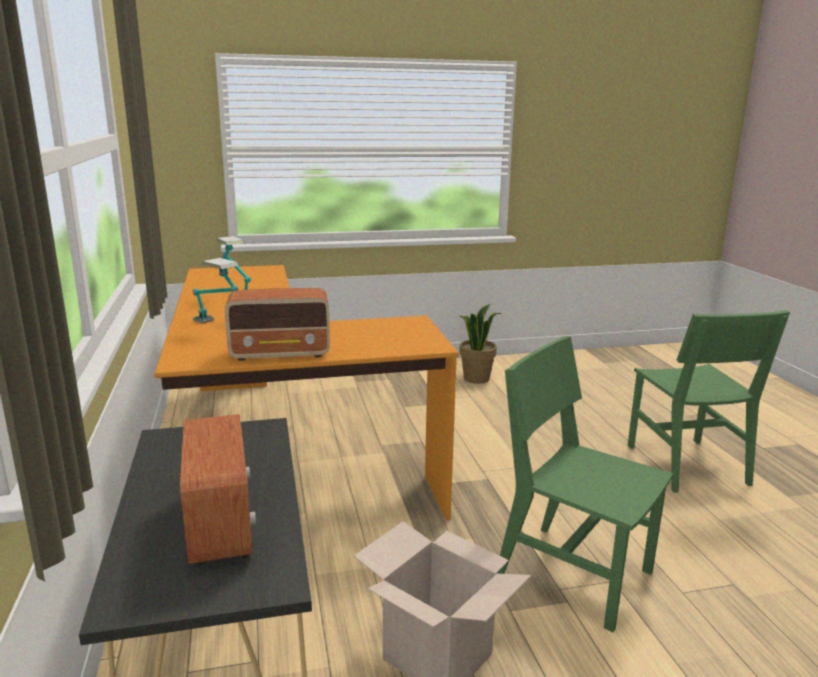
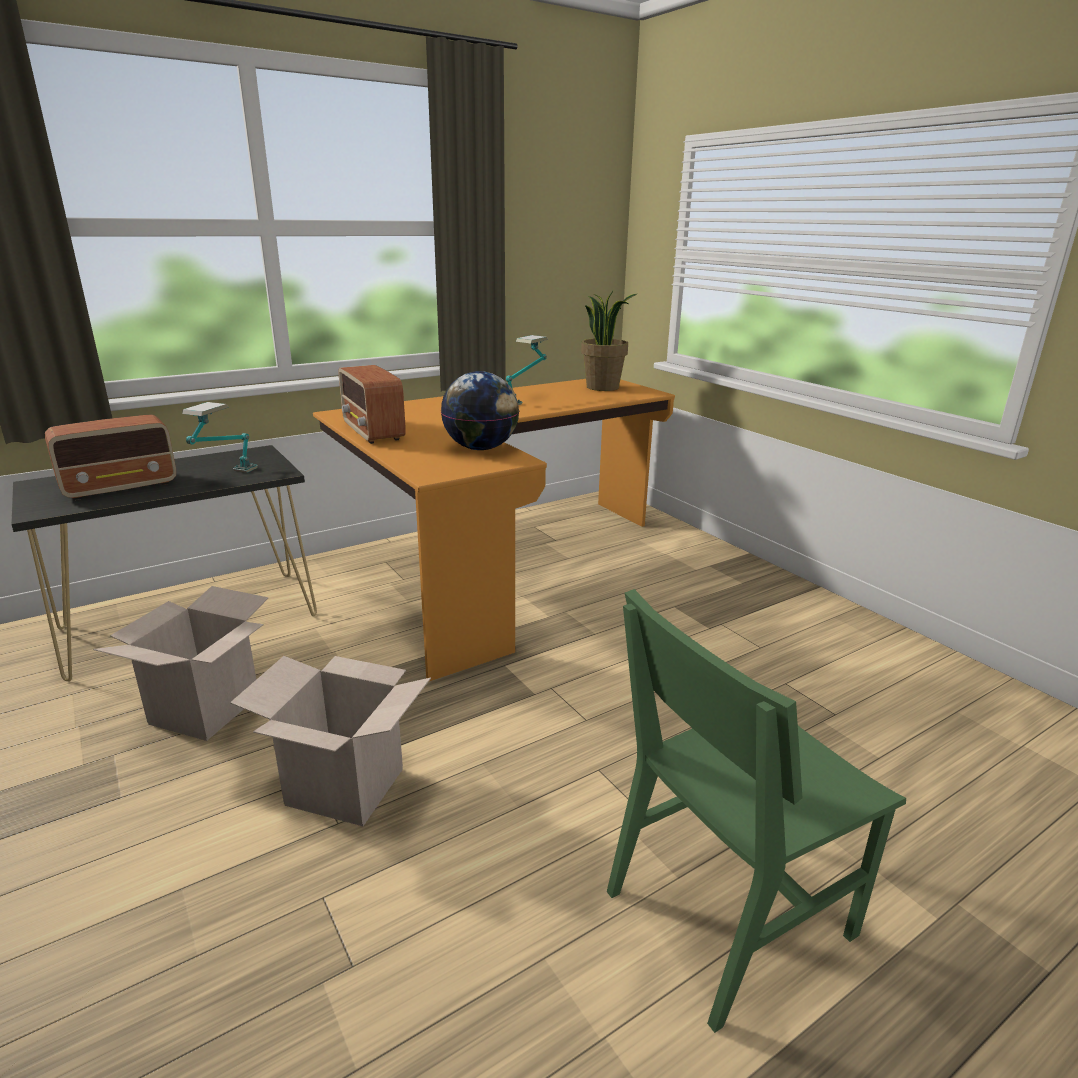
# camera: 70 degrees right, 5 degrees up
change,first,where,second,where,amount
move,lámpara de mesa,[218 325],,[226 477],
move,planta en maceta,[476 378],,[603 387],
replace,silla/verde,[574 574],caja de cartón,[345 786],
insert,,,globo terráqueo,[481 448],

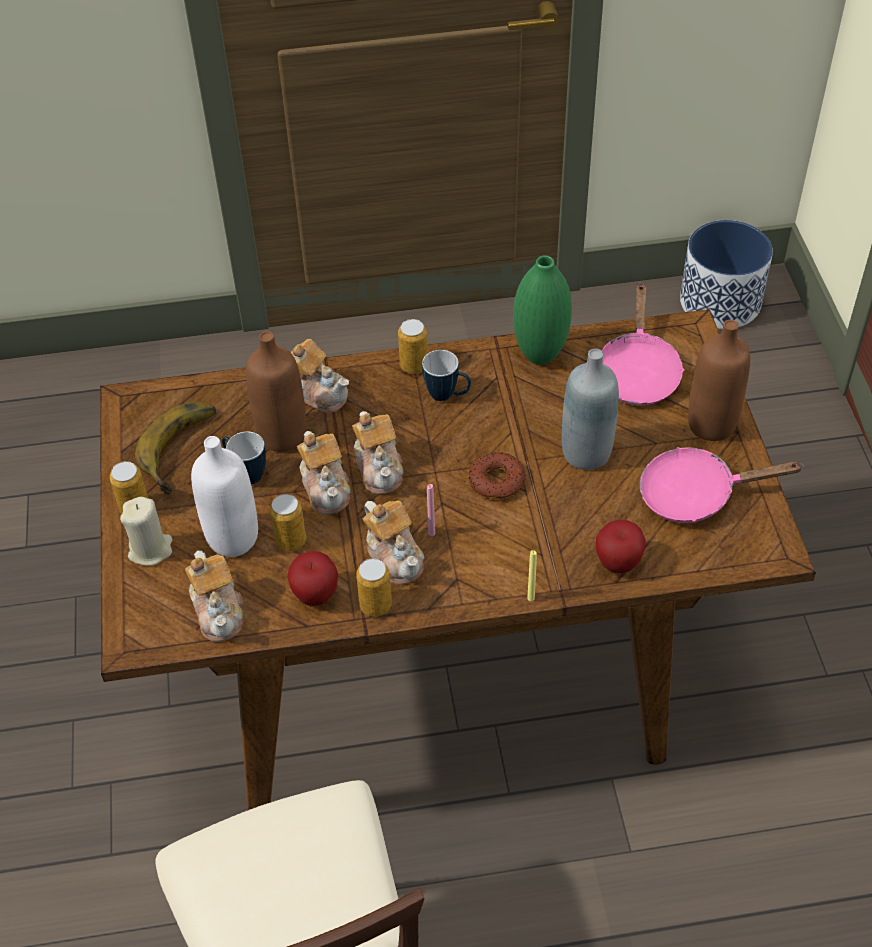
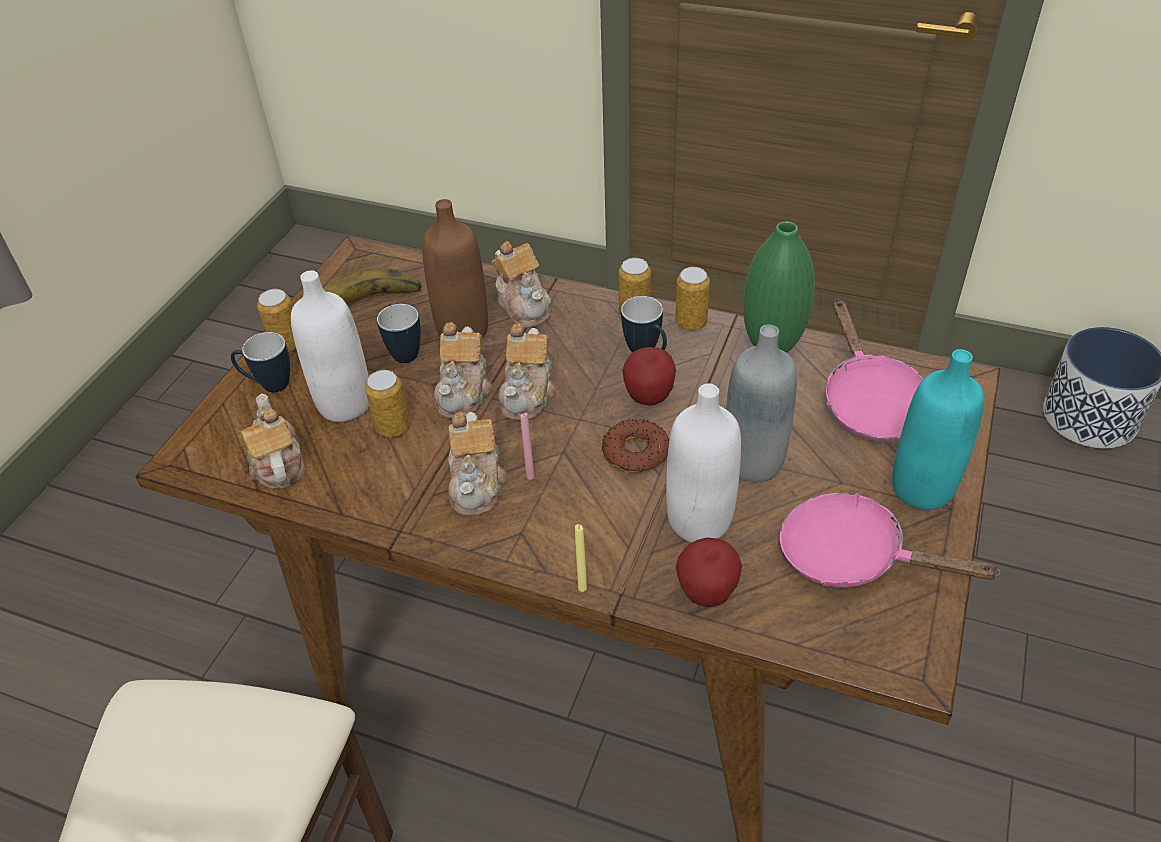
# camera: 30 degrees right, 5 degrees down
change,first,where,second,where,amount
rotate,sartén/rosa,[637 371],,[870 401],45 degrees counterclockwise
recolor,botella/marrón,[711 424],botella/turquesa,[922 488],
replace,vela/beis,[150 549],taza grande,[268 385],
rotate,tetera,[219 610],,[277 464],150 degrees clockwise
move,manzana,[315 595],,[649 398],
move,lata,[375 605],,[691 323],
insert,,,botella/blanco,[699 521],

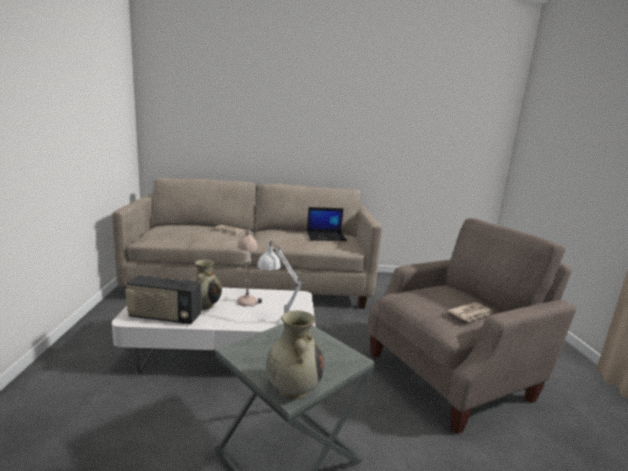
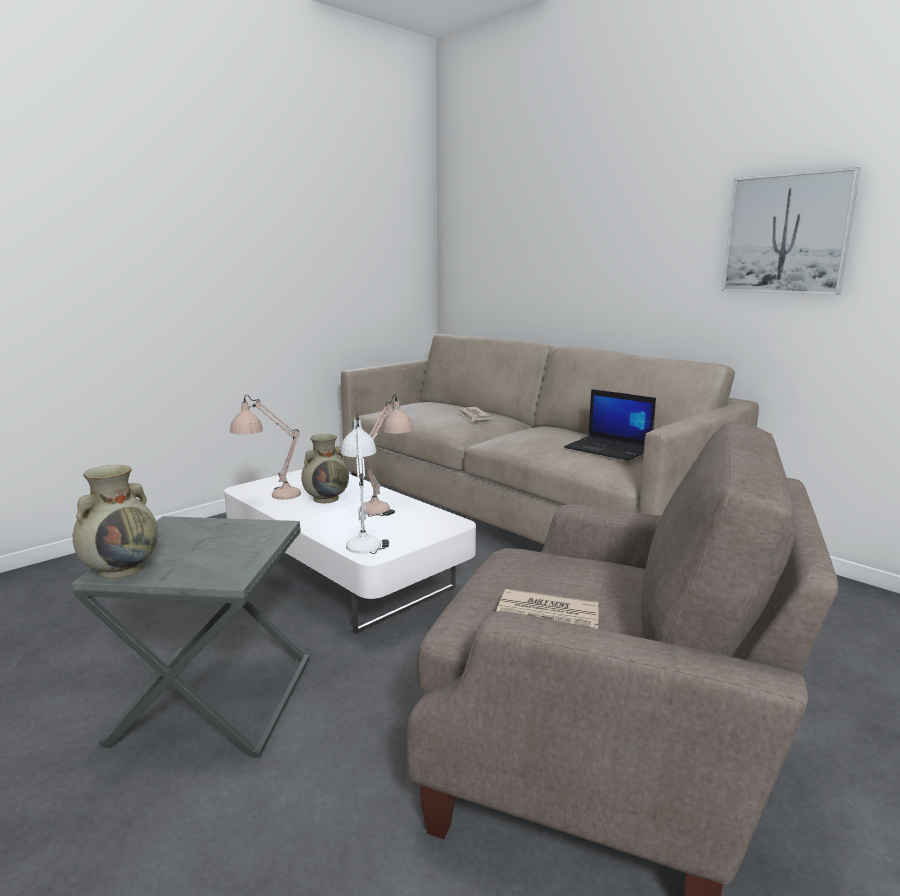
# camera: 50 degrees right, 0 degrees up
change,first,where,second,where,amount
replace,radio,[164 317],lámpara de mesa/beis,[270 497],
insert,,,cuadro,[787 234],

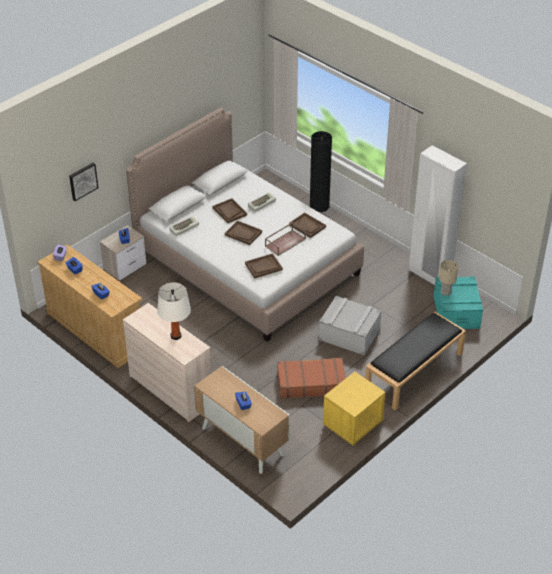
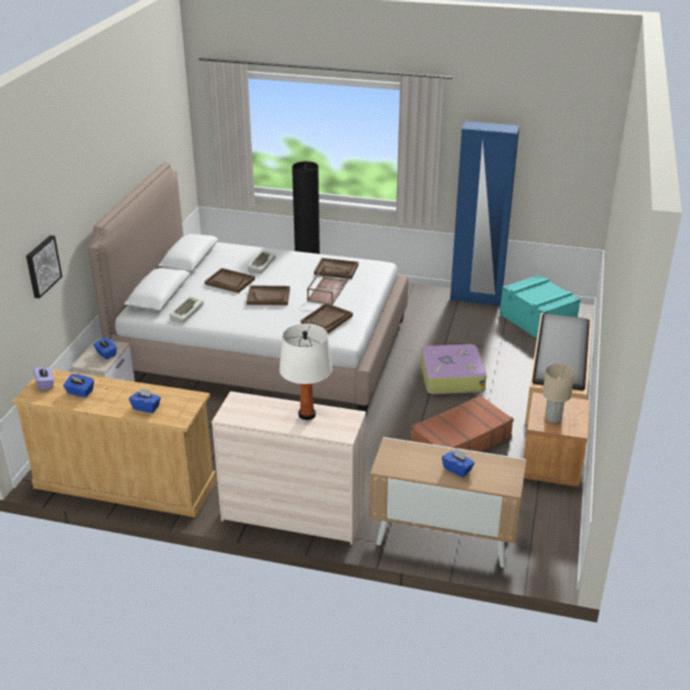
# camera: 30 degrees left, 10 degrees down
change,first,where,second,where,amount
recolor,armario ropero/blanco,[429 276],armario ropero/azul,[476 298],
move,lámpara de mesa/beis,[446 292],,[553 417],
replace,caja de almacenaje/gris,[349 334],maleta,[451 377],
recolor,mesita de noche/amarillo,[352 424],mesita de noche/marrón,[551 465],

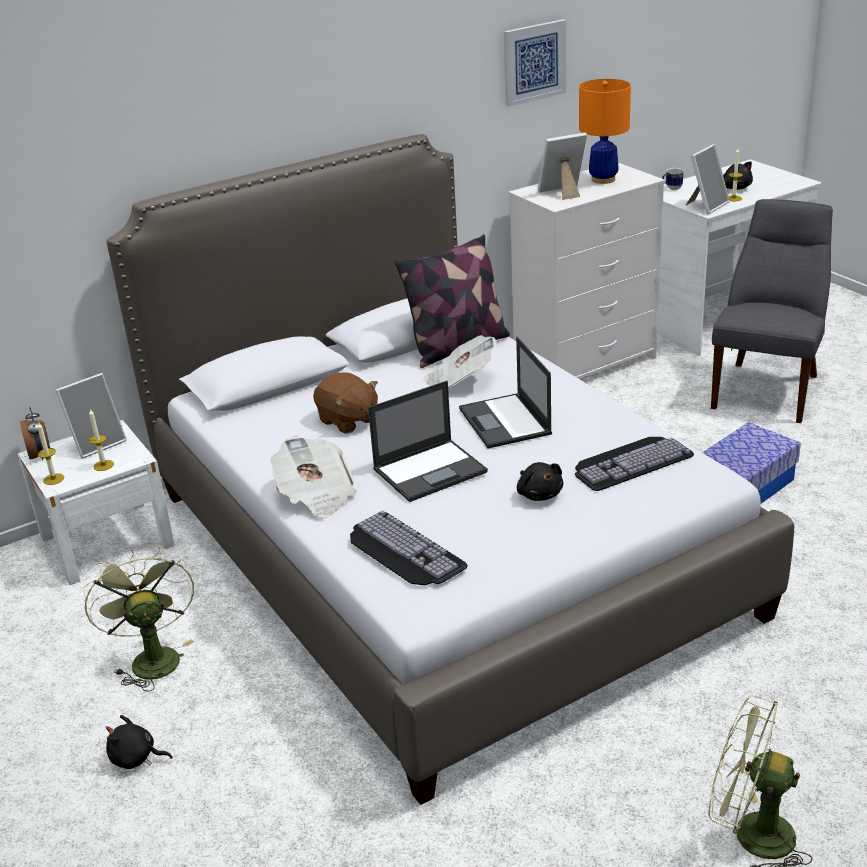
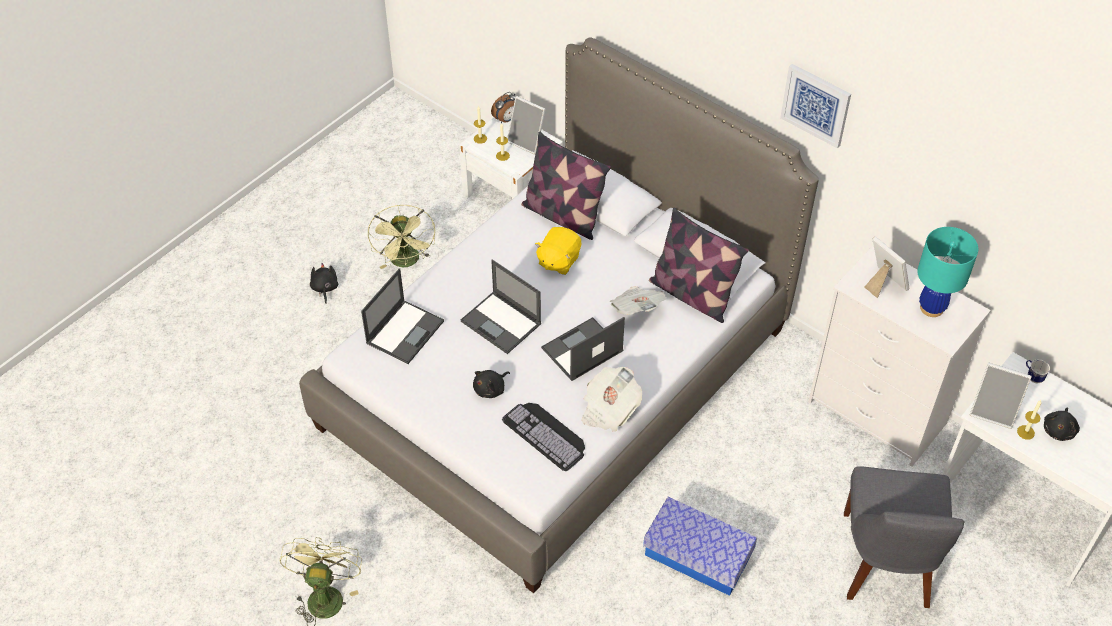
# camera: 70 degrees right, 20 degrees up
change,first,where,second,where,amount
move,cuadro,[534 62],,[816 104],
recolor,lámpara de mesa/naranja,[603 179],lámpara de mesa/turquesa,[932 308],
rotate,silla/gris,[767 389],,[886 564],90 degrees clockwise
recolor,peluche/marrón,[348 421],peluche/amarillo,[558 260],
move,periódico,[316 495],,[609 409],
replace,teclado,[401 551],portátil,[405 331],
rotate,ventilador/verde,[151 657],,[406 262],120 degrees clockwise
insert,,,cojín,[563 215],

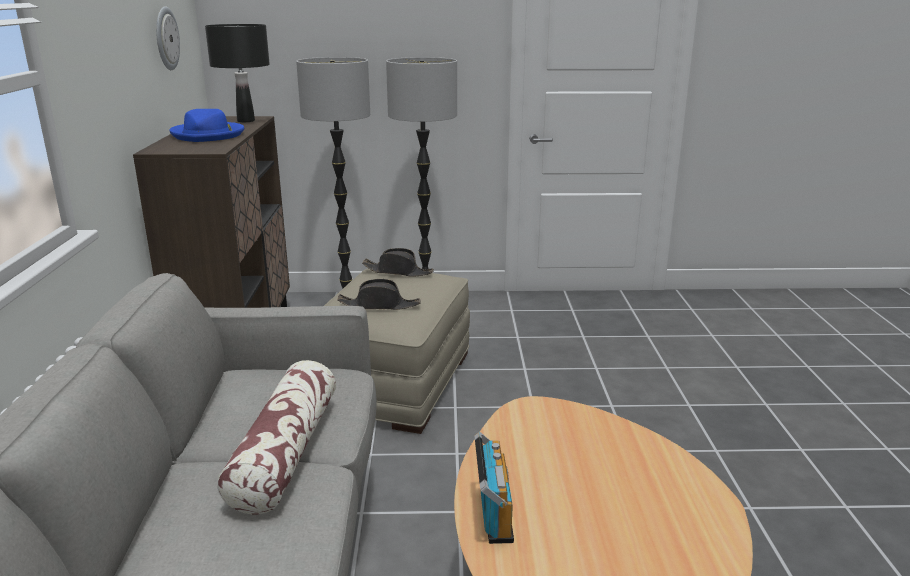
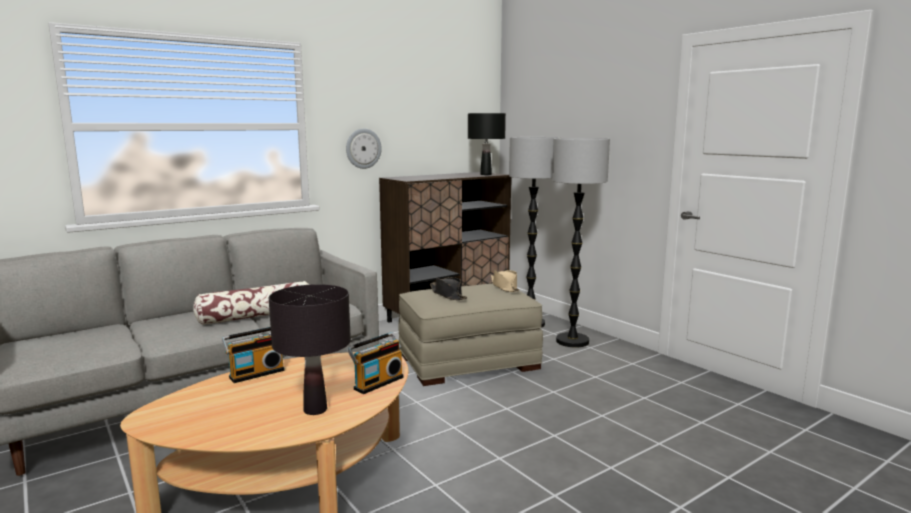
# camera: 55 degrees right, 10 degrees down
change,first,where,second,where,amount
move,reloj de pared,[166 38],,[363 148],
delete,sombrero/azul,[208 135],,,
recolor,sombrero/negro,[398 271],sombrero/beis,[504 286],
insert,,,lámpara de mesa/negro,[315 410],
insert,,,radio,[377 382],

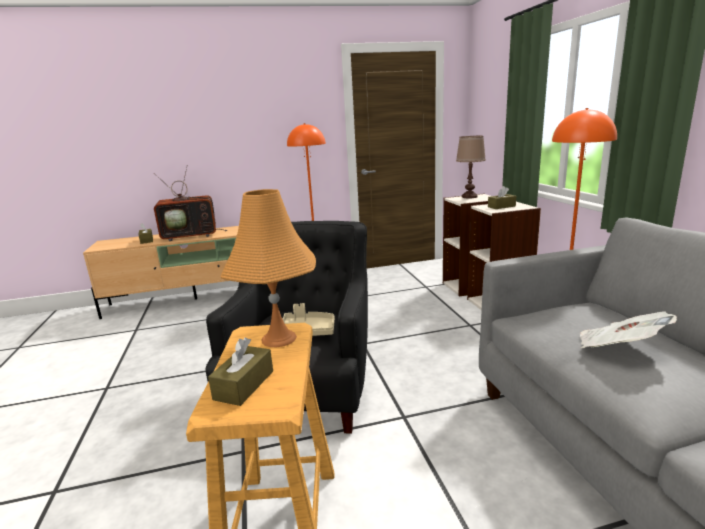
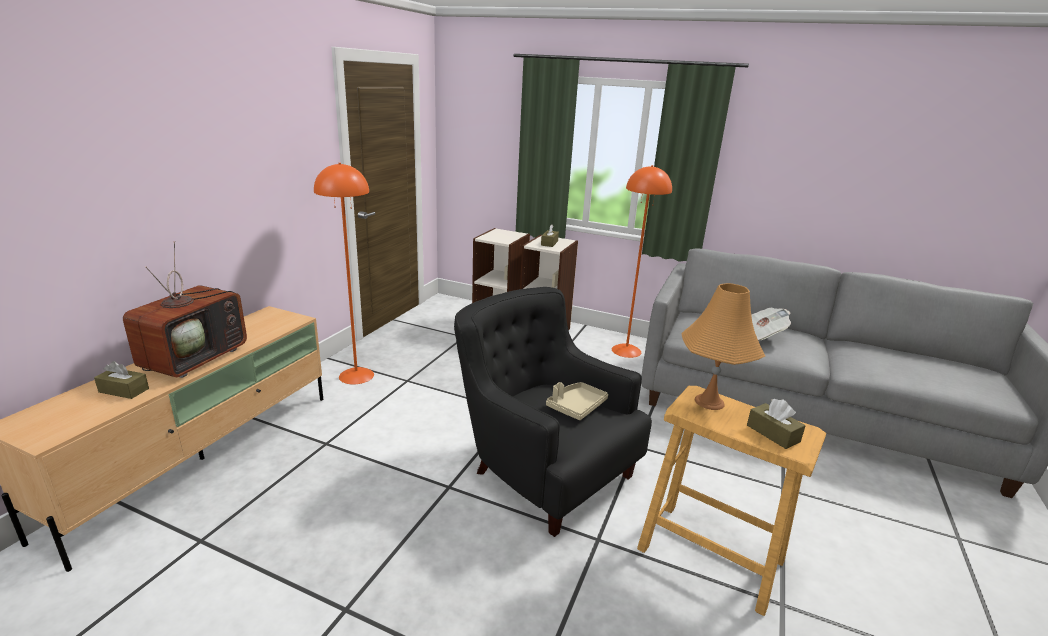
# camera: 55 degrees left, 5 degrees up
change,first,where,second,where,amount
delete,lámpara de mesa/marrón,[469 197],,,

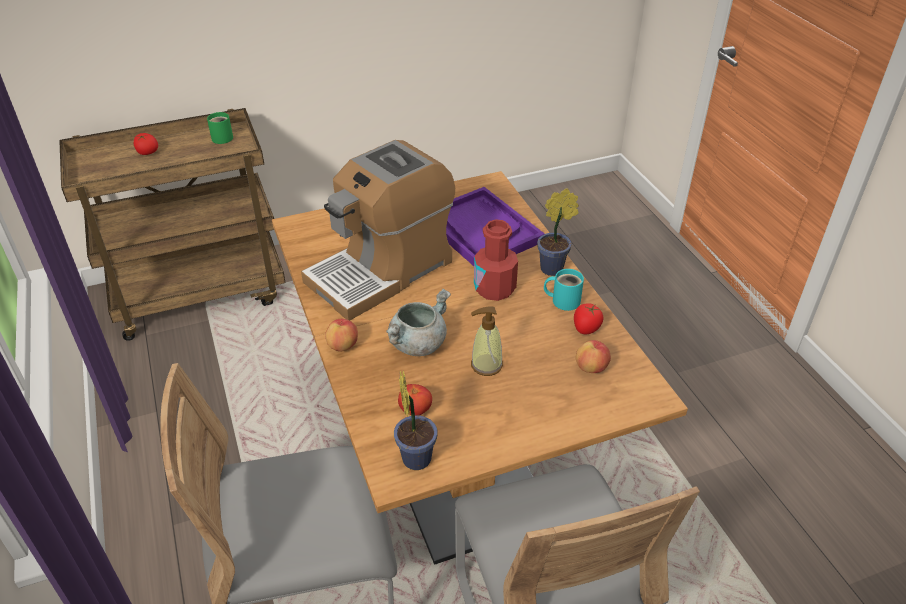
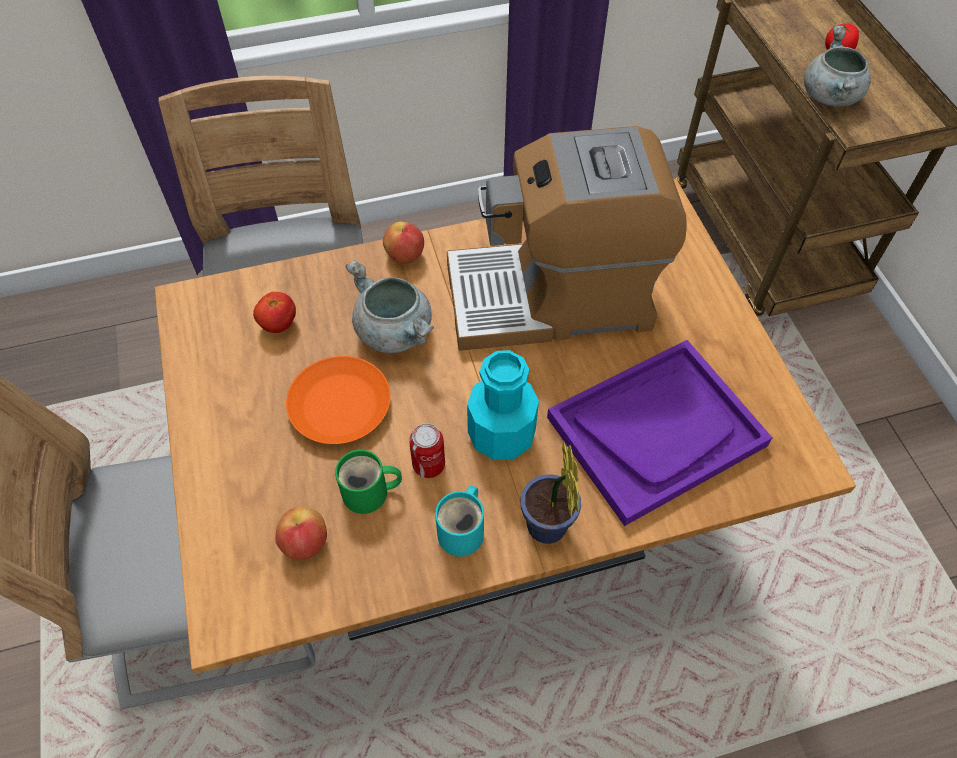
# camera: 95 degrees right, 15 degrees up
change,first,where,second,where,amount
move,taza grande/verde,[223 137],,[370 494],
rotate,cafetera,[381 271],,[552 297],60 degrees counterclockwise
recolor,botella/rojo,[494 288],botella/turquesa,[501 434],
delete,tomate,[586 328],,,
replace,dispensador de jabón,[486 365],plato/naranja,[339 406],
delete,planta en maceta,[416 455],,,
insert,,,olla/gris,[831 97],
insert,,,lata,[428 465],

